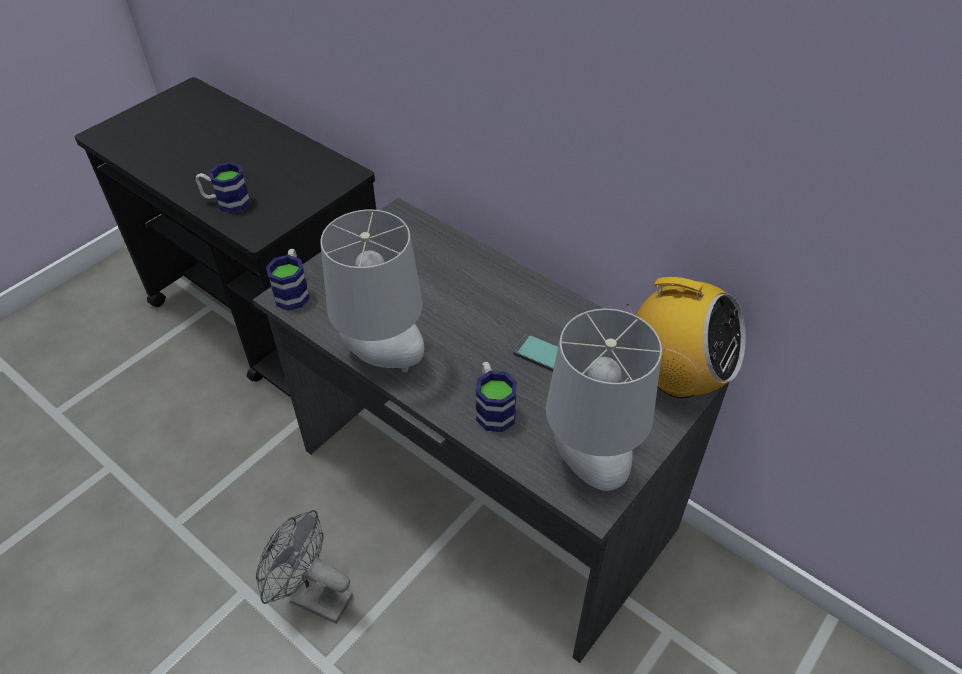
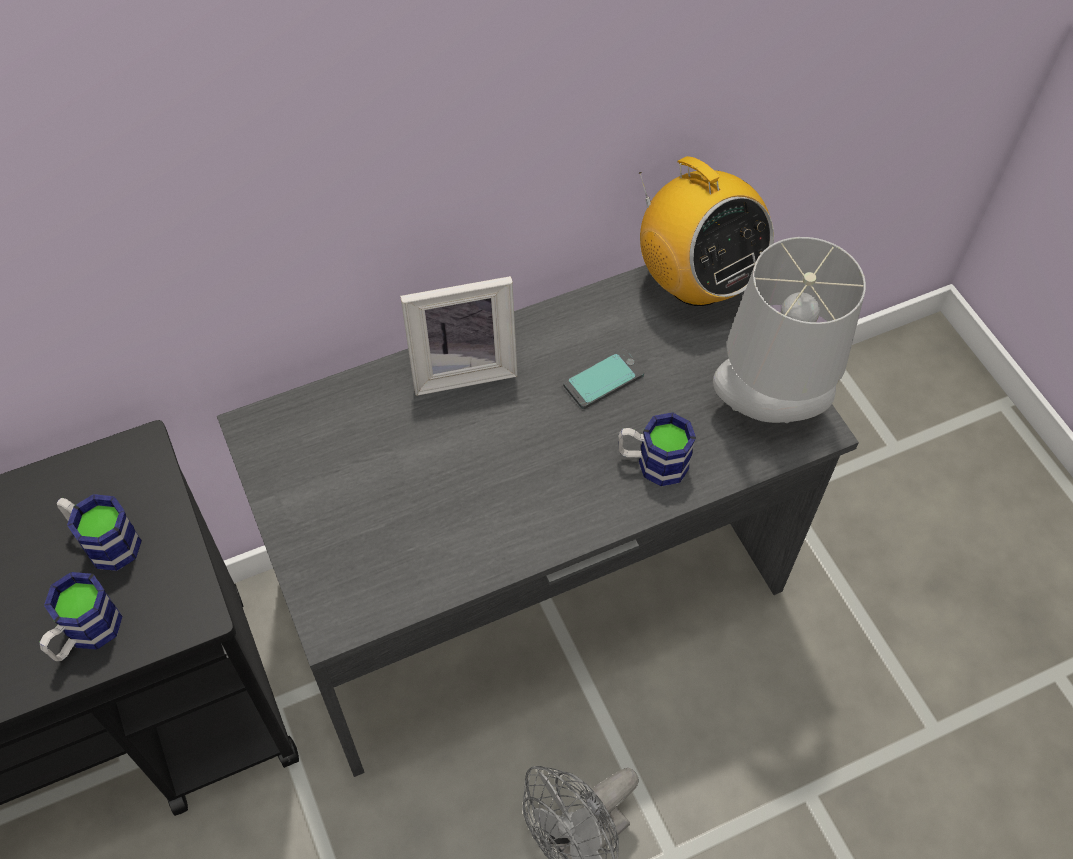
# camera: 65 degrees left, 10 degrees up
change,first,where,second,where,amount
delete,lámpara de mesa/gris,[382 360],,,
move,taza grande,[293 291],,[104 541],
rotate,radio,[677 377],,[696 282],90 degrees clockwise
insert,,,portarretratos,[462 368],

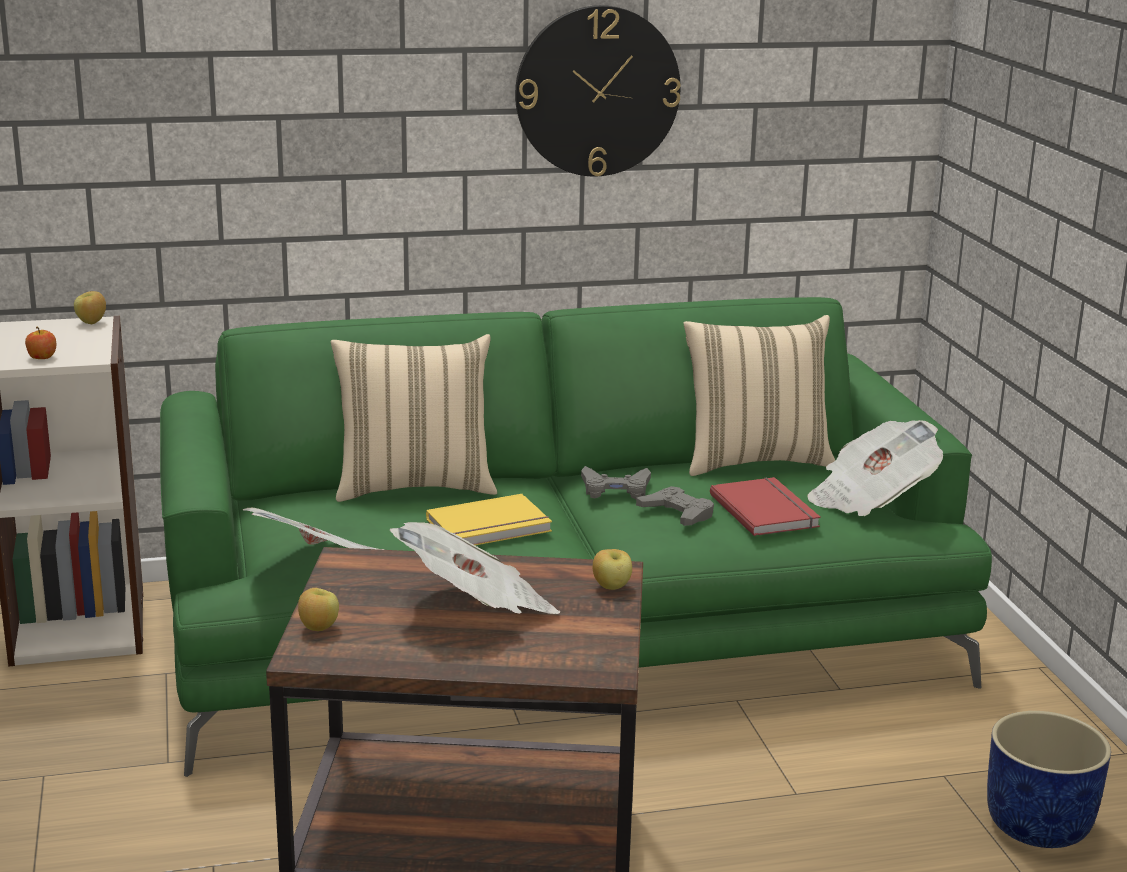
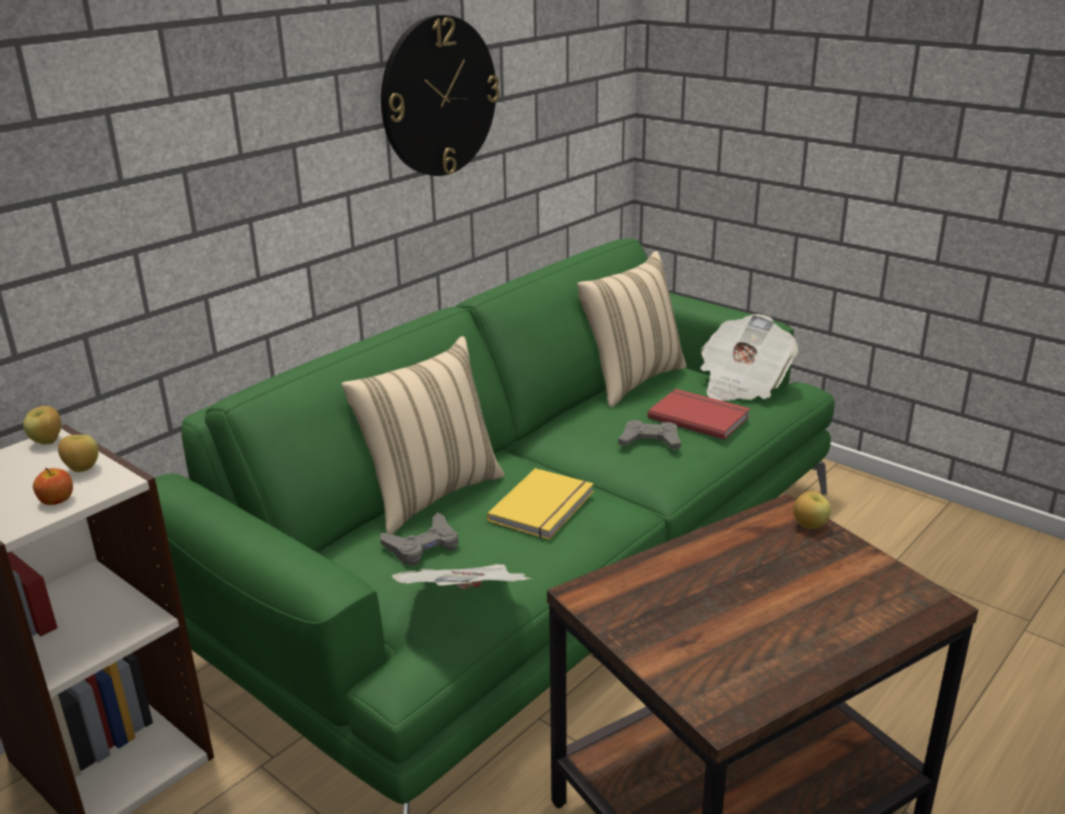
# camera: 35 degrees left, 5 degrees up
change,first,where,second,where,amount
move,mando de consola/gris,[615 489],,[423 546],
delete,periódico,[477 609],,,
move,manzana,[318 628],,[82 469],
delete,maceta/azul,[1040 825],,,

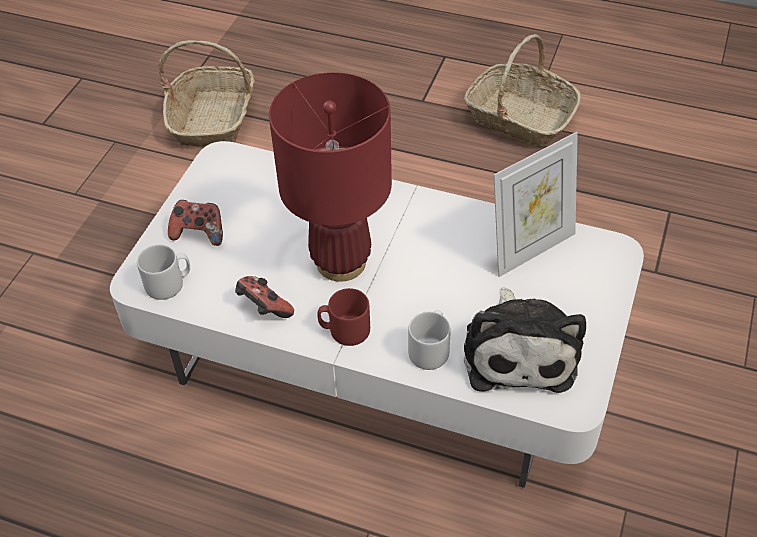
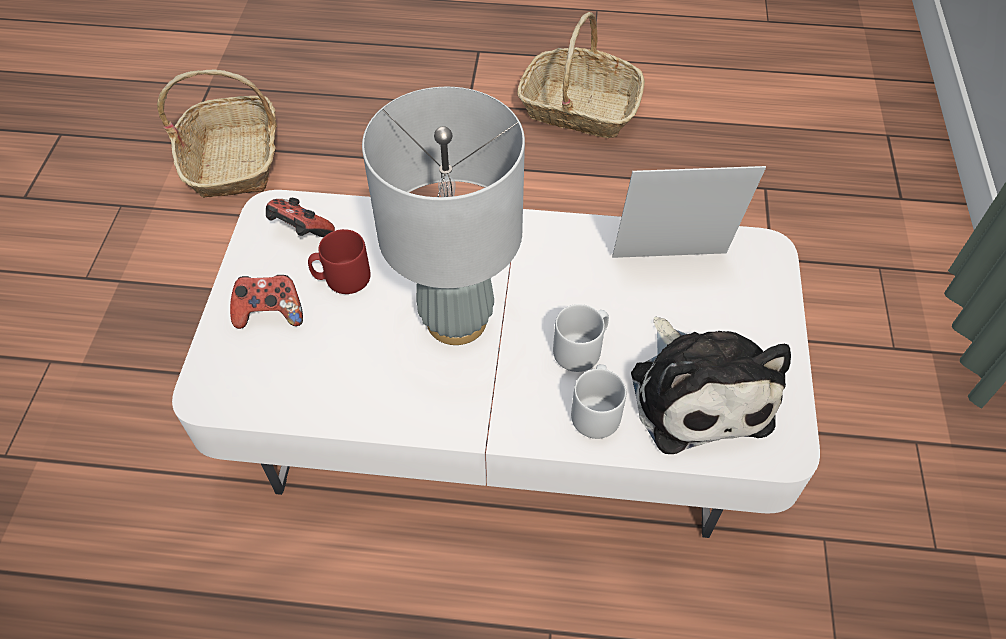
# camera: 15 degrees left, 5 degrees up
change,first,where,second,where,amount
recolor,lámpara de mesa/rojo,[341 262],lámpara de mesa/gris,[457 320],
rotate,portarretratos,[530 248],,[671 264],135 degrees counterclockwise
move,taza grande/gris,[169 284],,[581 349],
move,mando de consola,[264 309],,[300 232],
move,taza grande/rojo,[344 330],,[342 278],

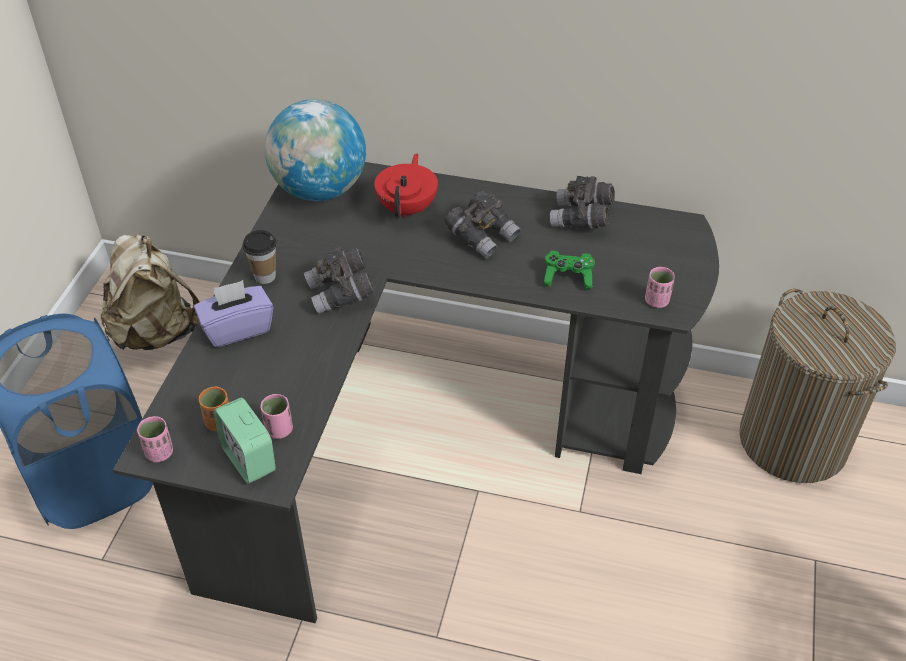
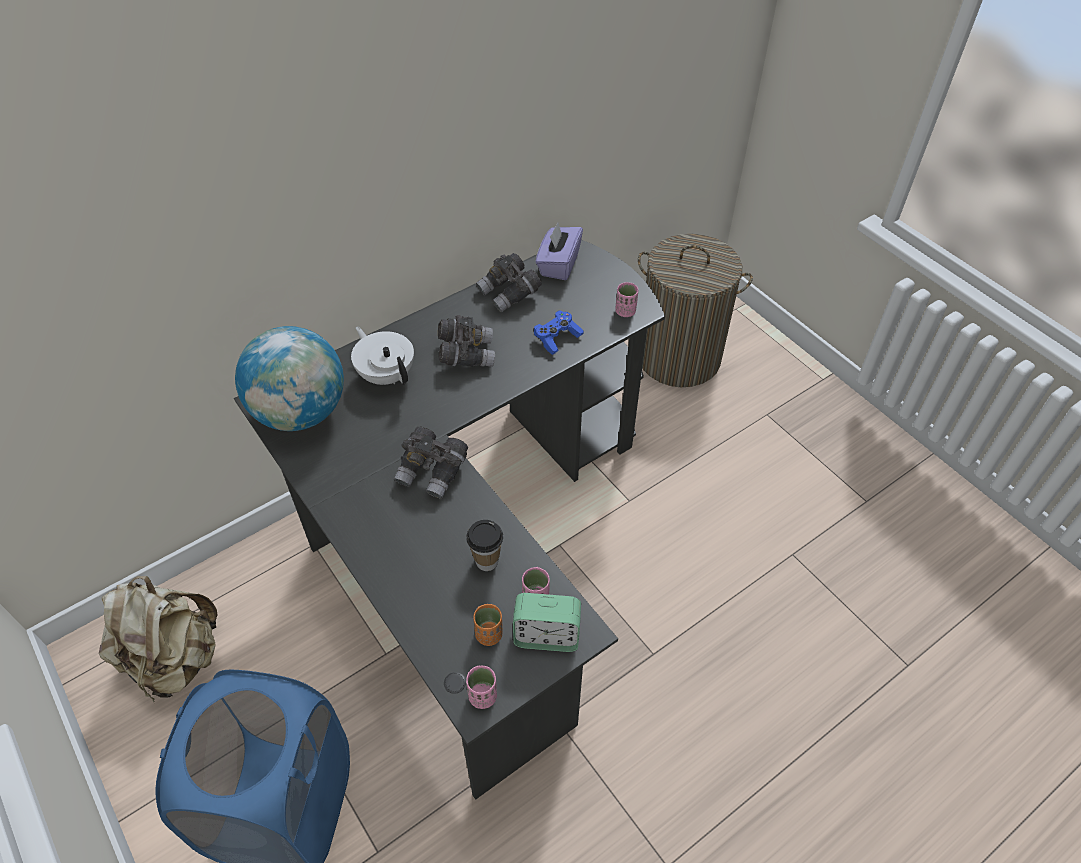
# camera: 50 degrees left, 5 degrees up
change,first,where,second,where,amount
recolor,tetera/rojo,[408 208],tetera/blanco,[386 374],
move,taza,[265 276],,[487 561],
recolor,mando de consola/verde,[568 277],mando de consola/azul,[557 338],
move,caja de pañuelos/morado,[237 328],,[558 264],

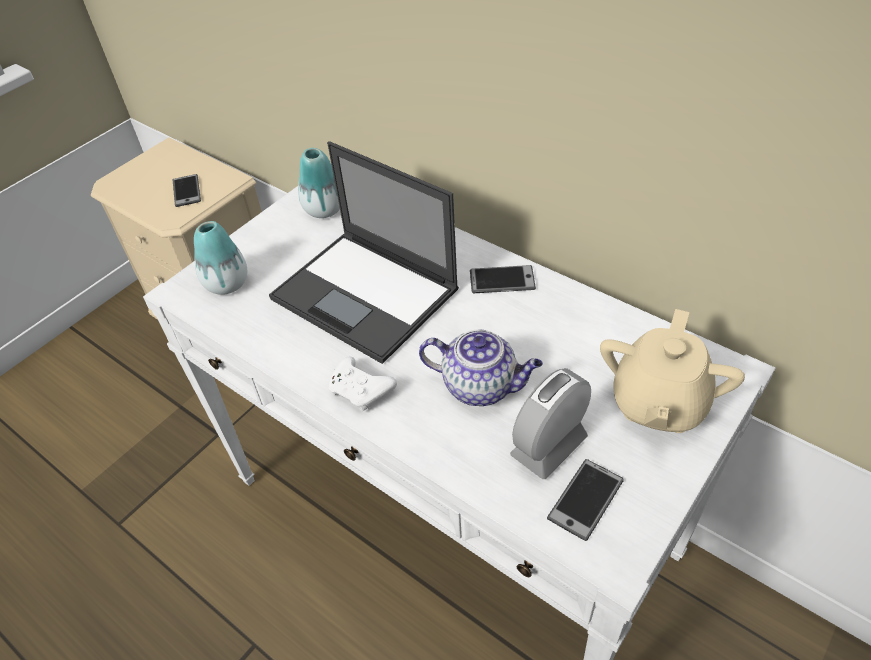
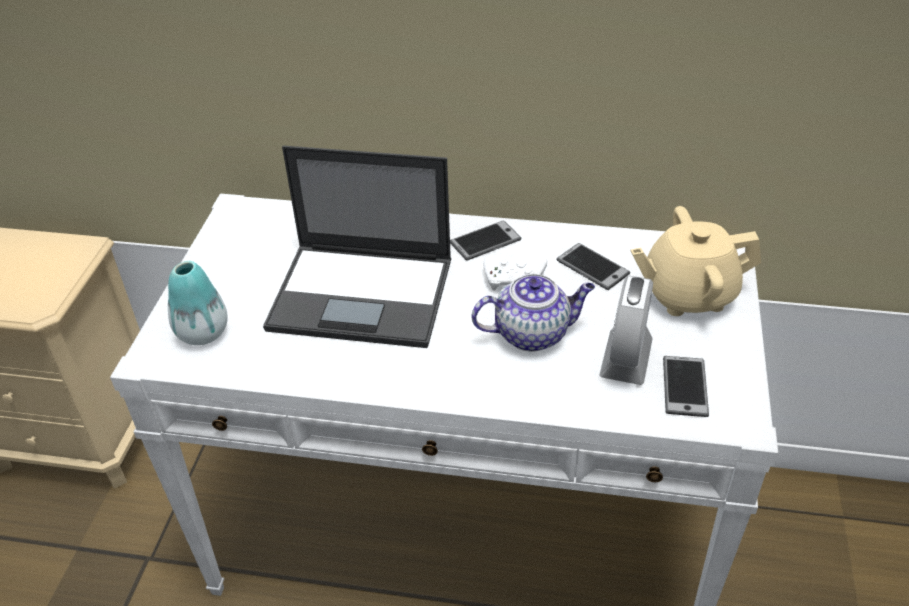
# camera: 30 degrees left, 5 degrees down
change,first,where,second,where,amount
delete,florero,[324 209],,,
move,móvil,[186 191],,[592 267],
rotate,tetera/beis,[658 403],,[687 294],90 degrees clockwise
move,mando de consola/blanco,[361 391],,[515 279],

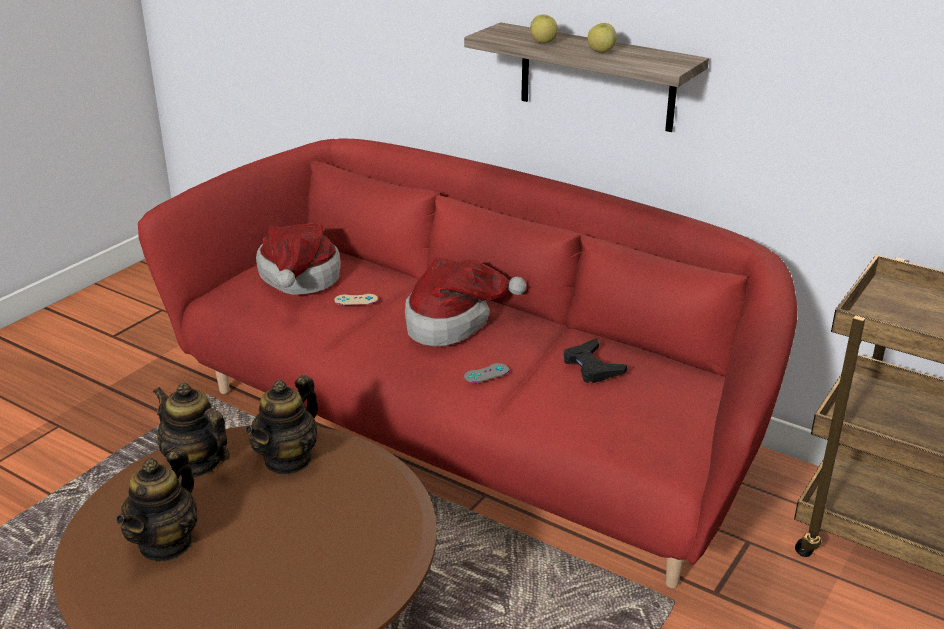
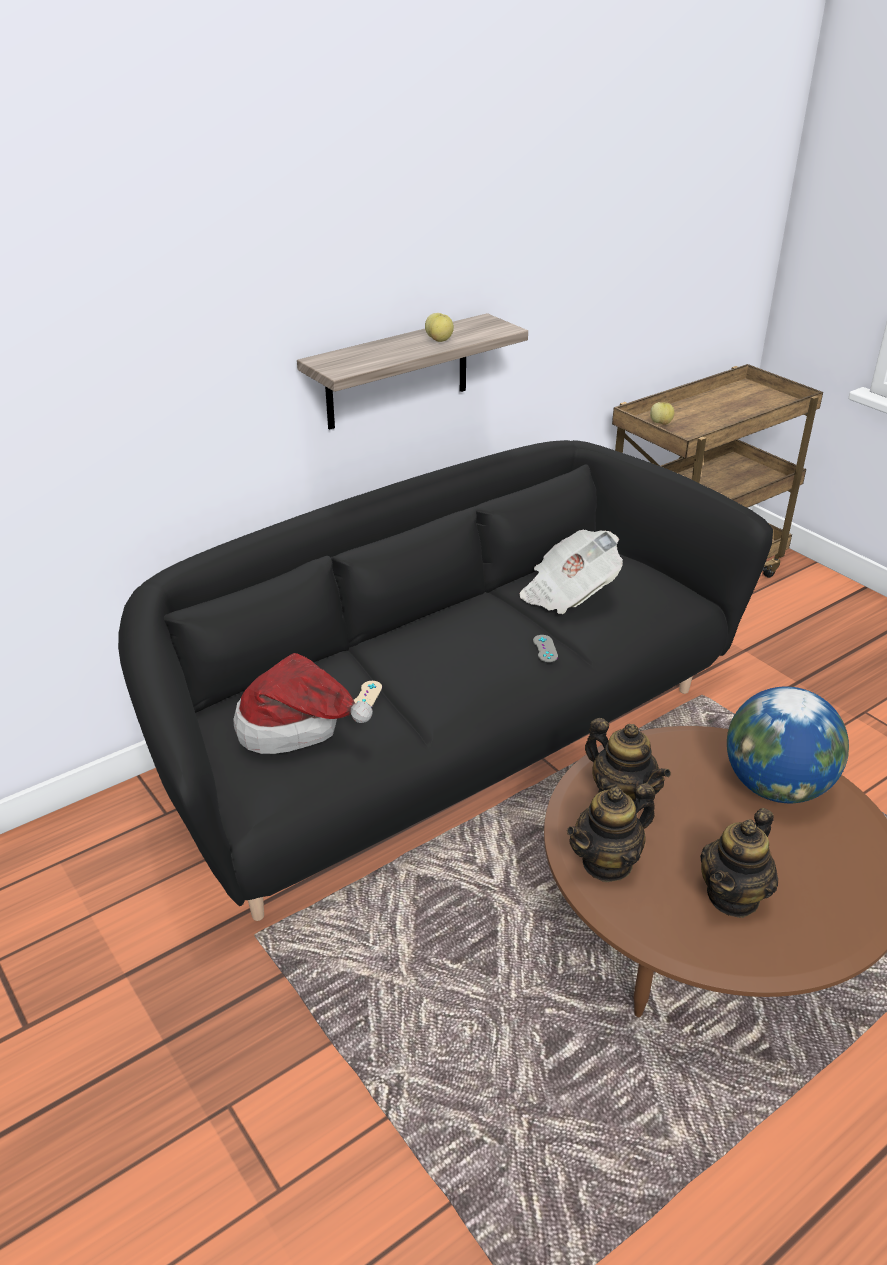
# camera: 70 degrees left, 5 degrees up
change,first,where,second,where,amount
move,manzana,[543 42],,[661 423],
recolor,sofá/rojo,[470 432],sofá/negro,[445 743],
delete,sombrero,[453 323],,,
replace,mando de consola/negro,[592 367],periódico,[568 593],
rotate,tetera,[166 543],,[733 896],90 degrees clockwise
insert,,,globo terráqueo,[776 787],

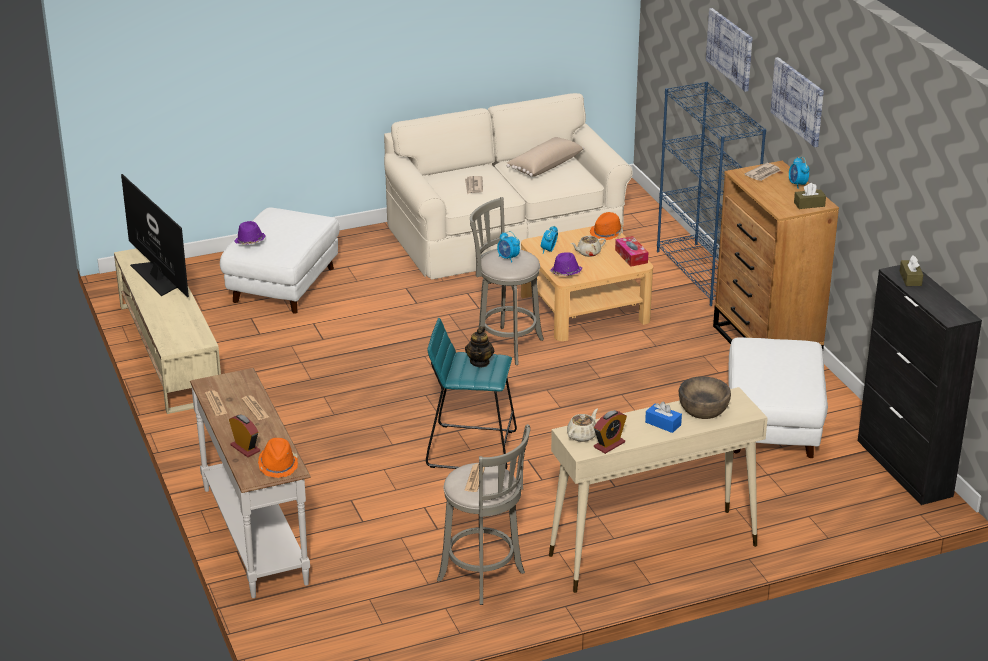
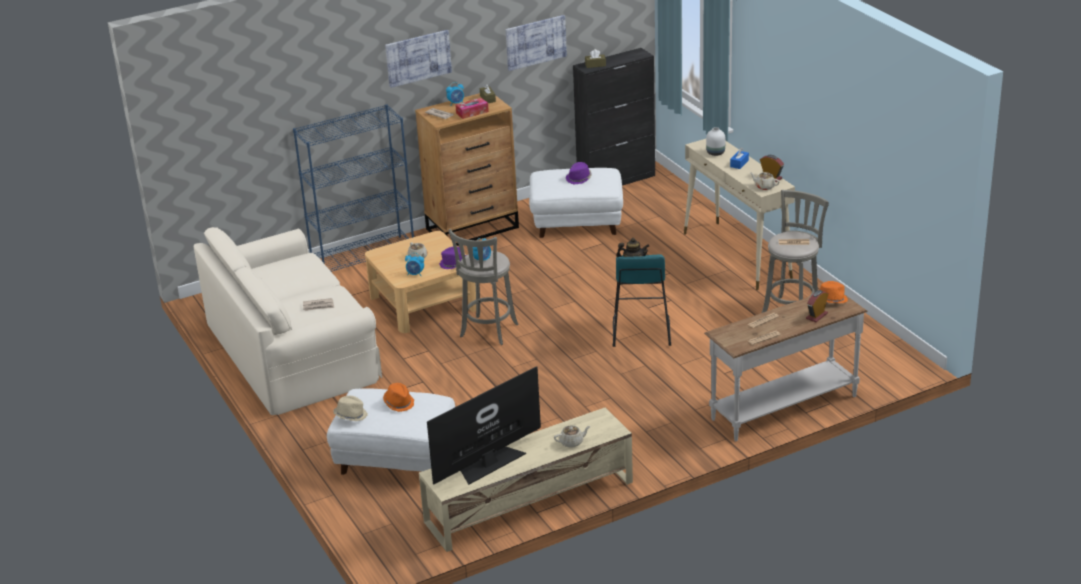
# camera: 95 degrees left, 0 degrees up
change,first,where,second,where,amount
move,cuadro,[730 49],,[535 42],
delete,cojín/beis,[544 165],,,
move,sombrero/naranja,[607 233],,[399 403],
move,sombrero/morado,[250 241],,[579 178],
move,caja de pañuelos,[631 256],,[472 112],
replace,cuenco/marrón,[703 408],florero/blanco,[716 153],
insert,,,sombrero/beis,[351 415],
insert,,,tetera/beis,[572 442],

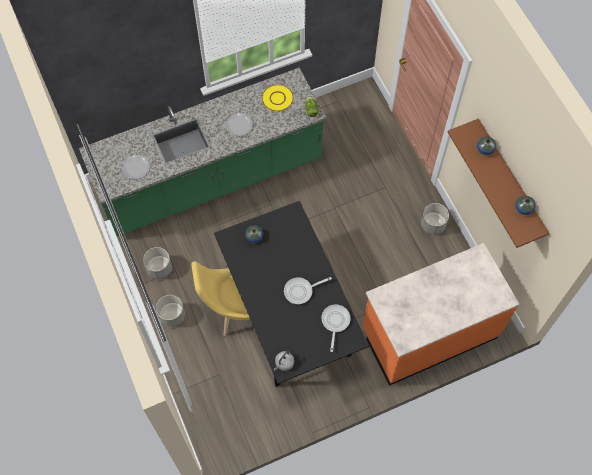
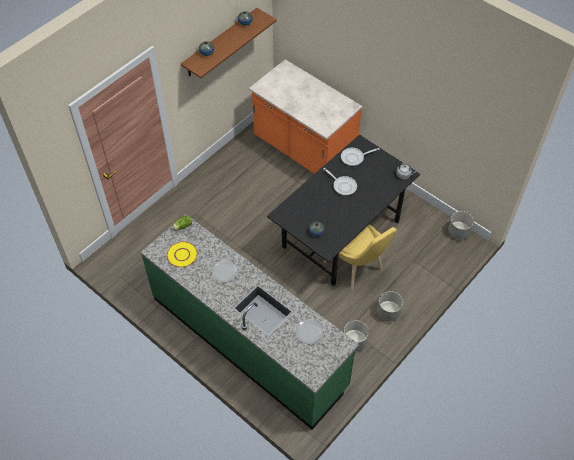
# camera: 115 degrees left, 10 degrees down
change,first,where,second,where,amount
move,maceta/gris,[432 225],,[458 232],

